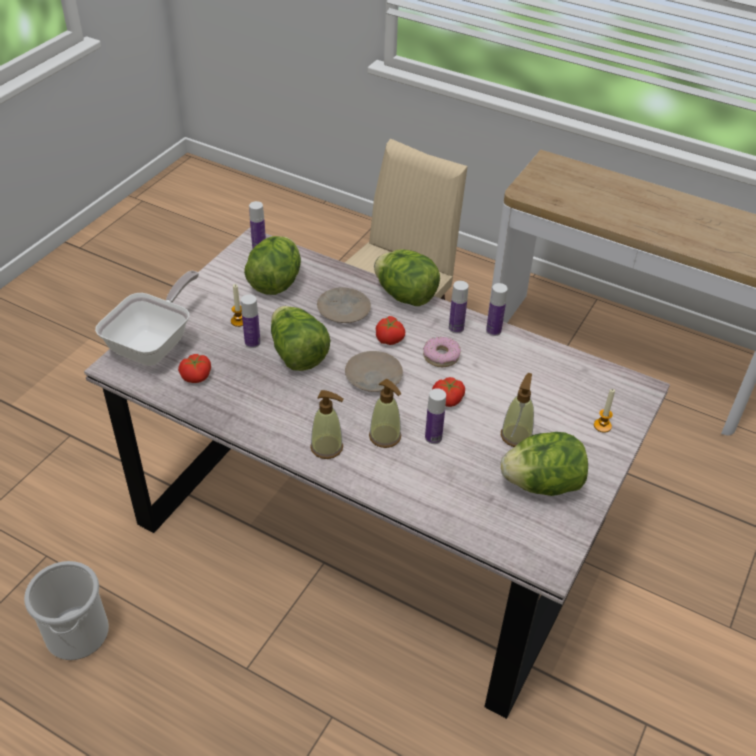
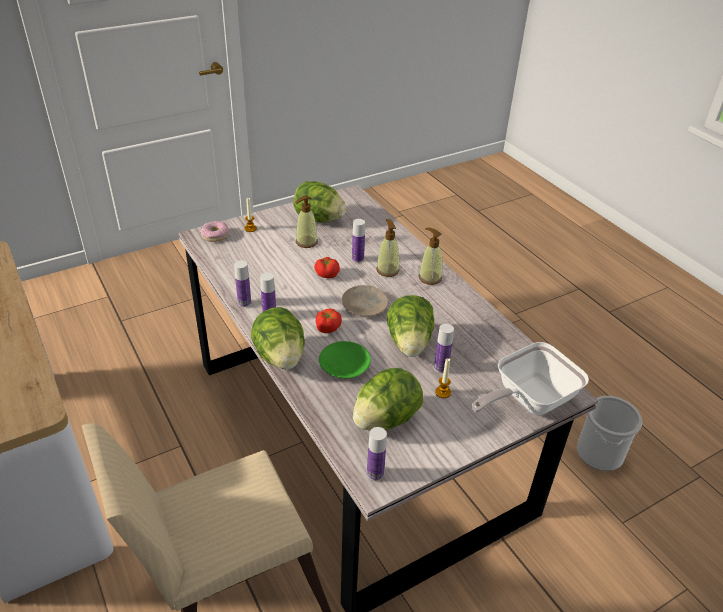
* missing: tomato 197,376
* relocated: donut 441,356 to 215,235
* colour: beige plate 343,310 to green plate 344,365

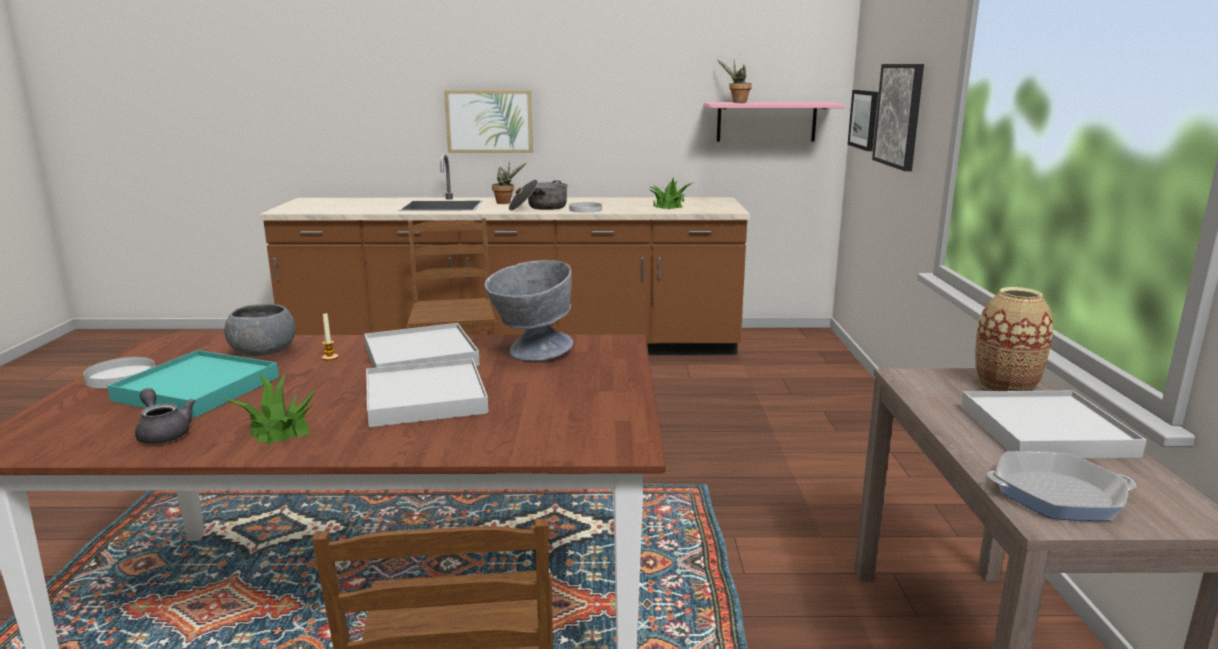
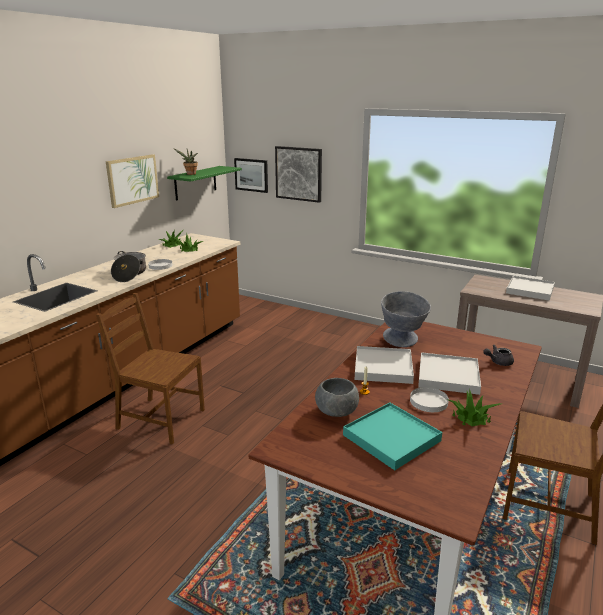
* missing: potted plant 506,203
* missing: vase 1005,386
* missing: frying pan 1057,495
* relocated: white plate 121,376 to 428,401
* relocated: grey teapot 163,433 to 498,362
* relocated: picture 489,121 to 132,180
* colour: pink shelf 766,121 to green shelf 195,183

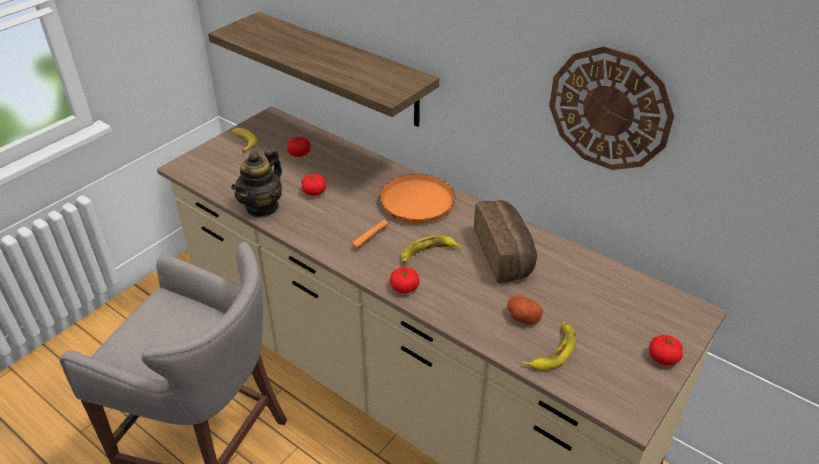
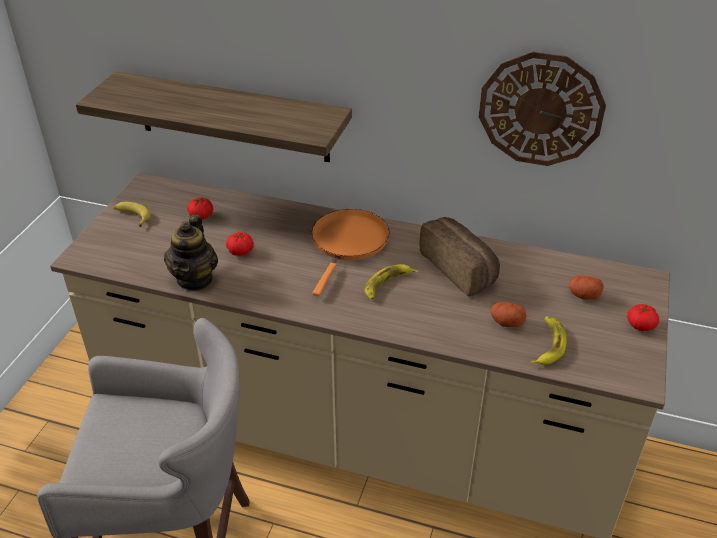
* missing: tomato 404,288
* appeared: potato 583,295

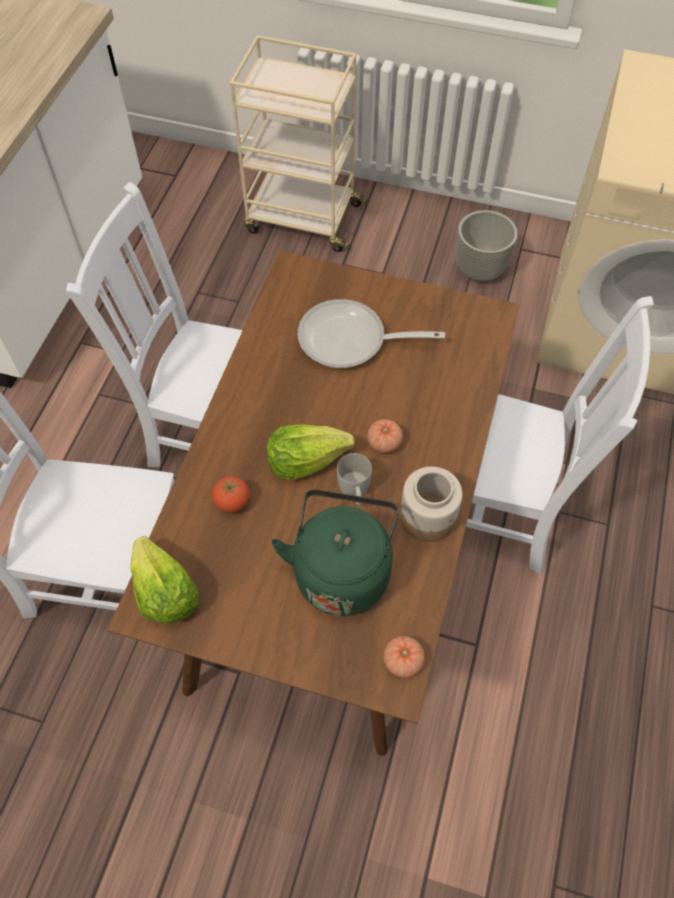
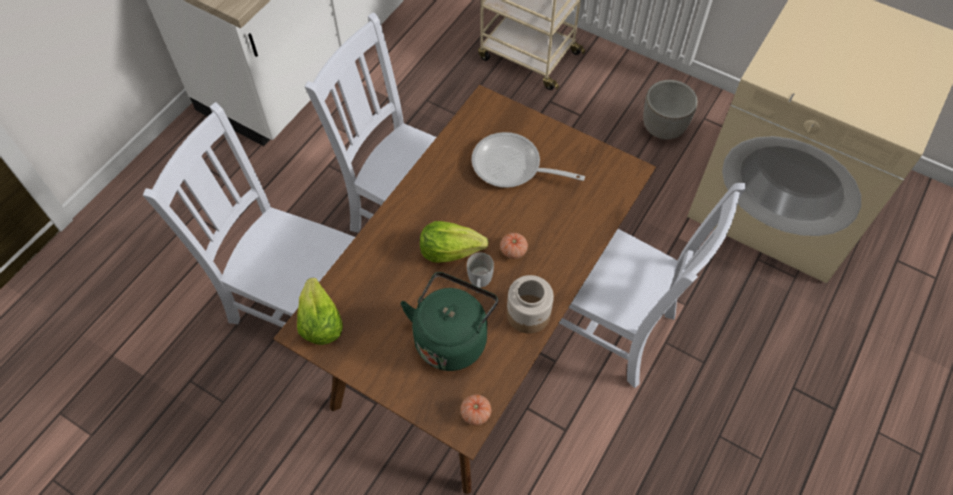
* missing: tomato 232,502

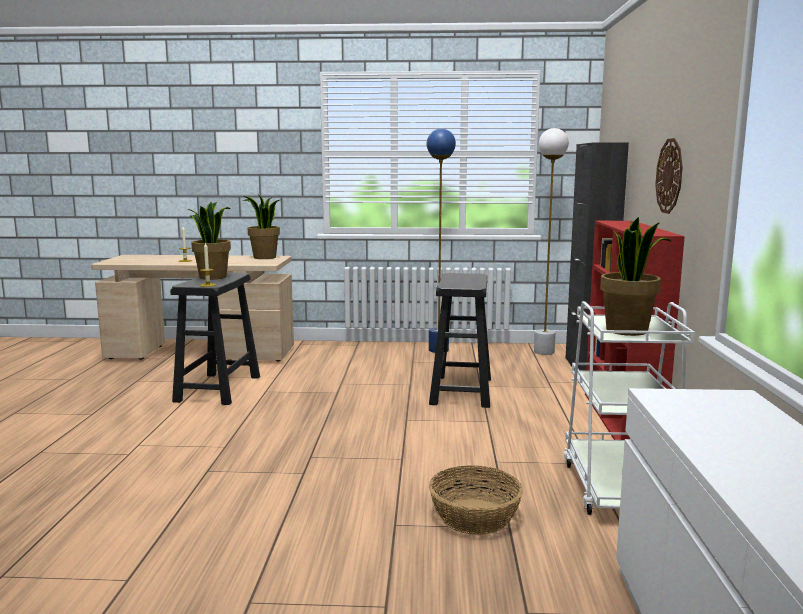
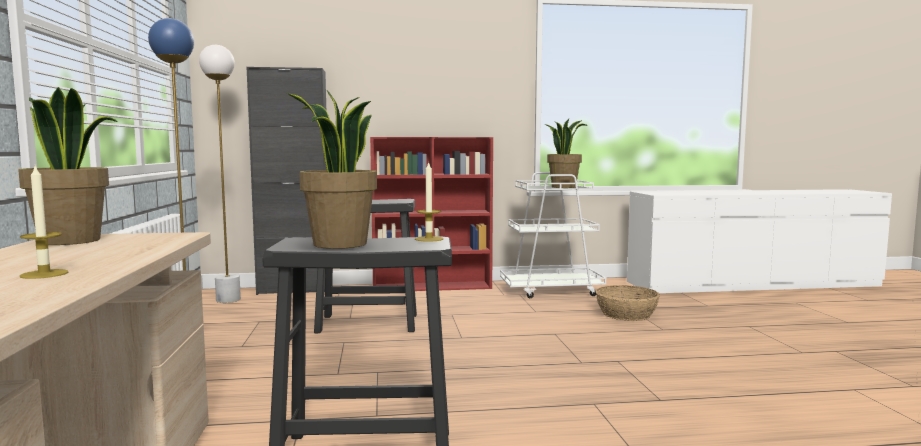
* missing: wall clock 670,176

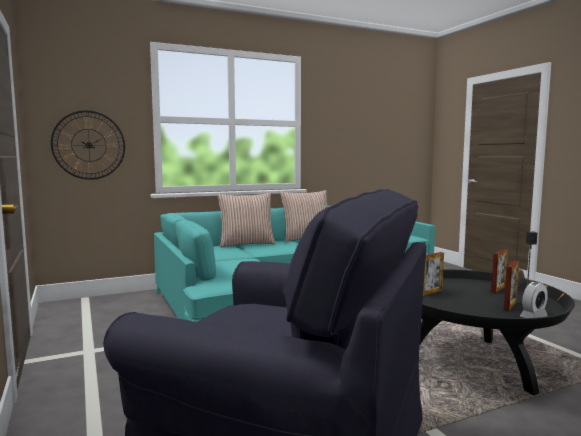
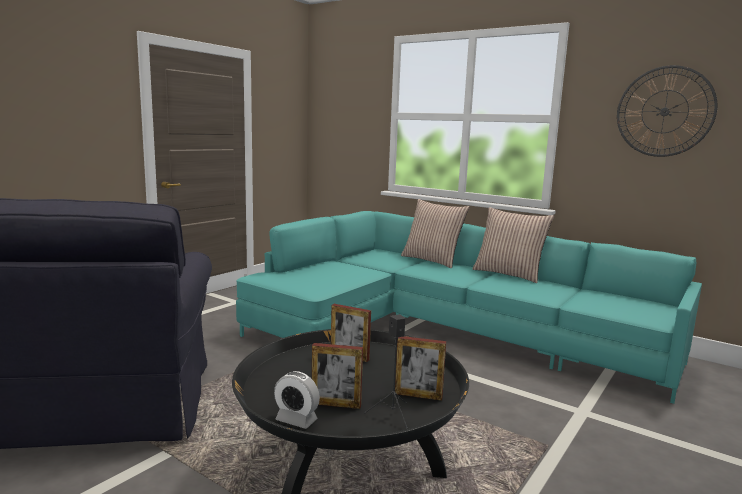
* relocated: wall clock 89,145 to 664,111

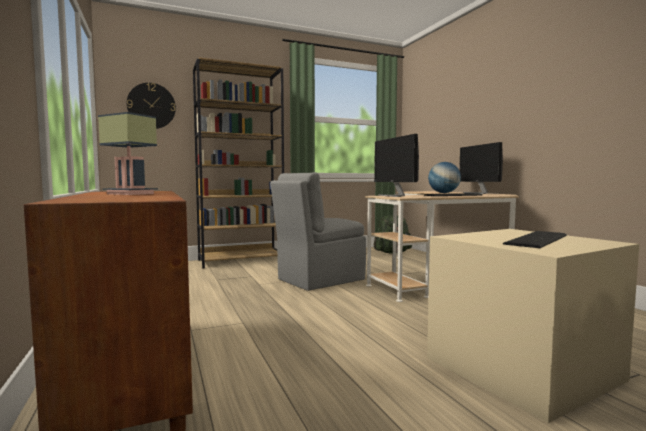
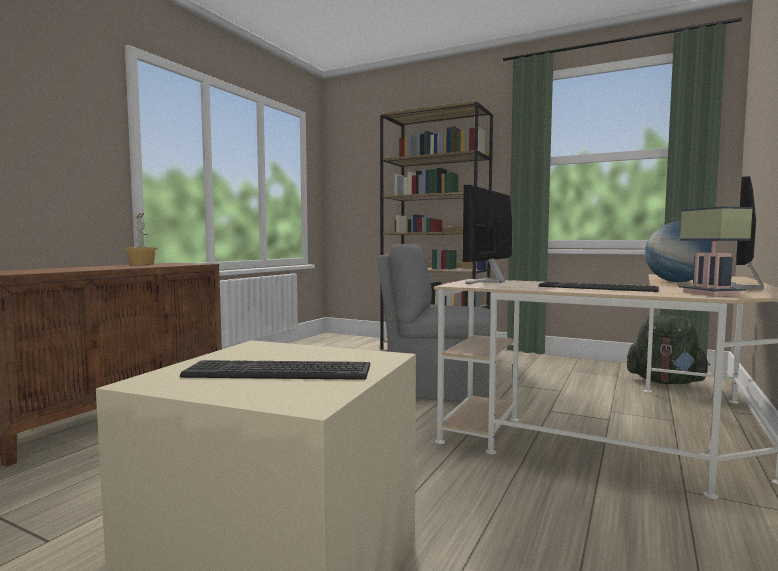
* missing: wall clock 151,106
* appeared: potted plant 142,264
* relocated: table lamp 127,194 to 707,293

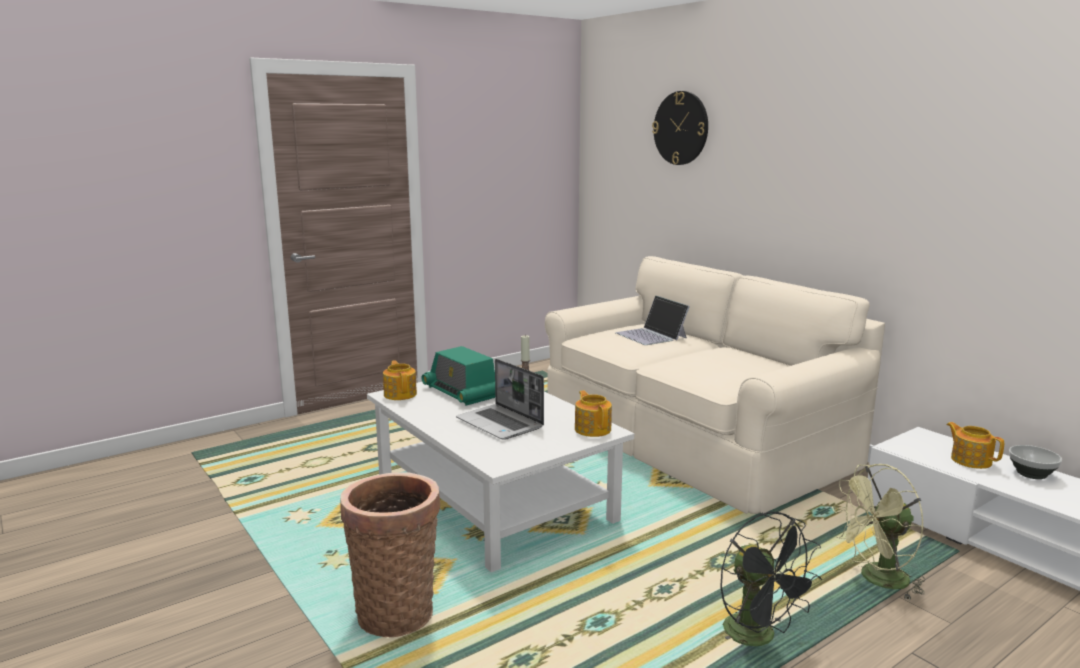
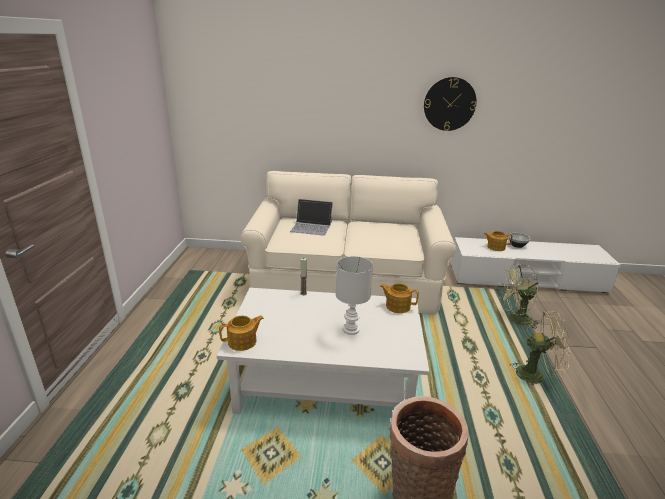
* missing: radio 461,392
* relocated: wall clock 681,128 to 449,104
* exchanged: laptop 501,424 to white table lamp 351,329
* colour: black fan 759,637 to beige fan 536,375
* spun: teapot 400,394 = 243,342 135 degrees clockwise
* spun: green fan 877,580 = 515,320 60 degrees clockwise

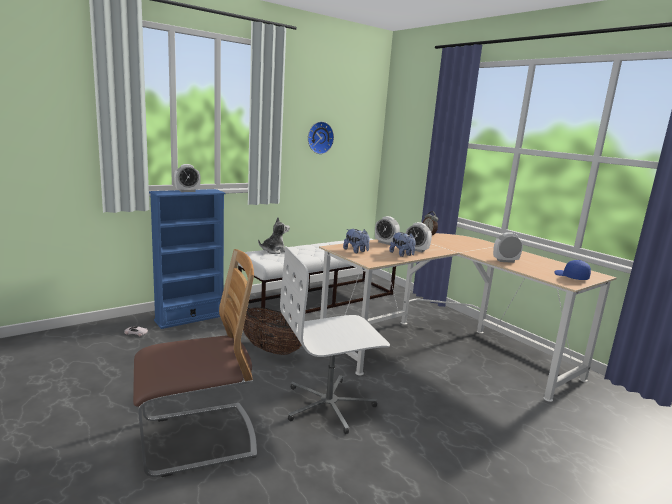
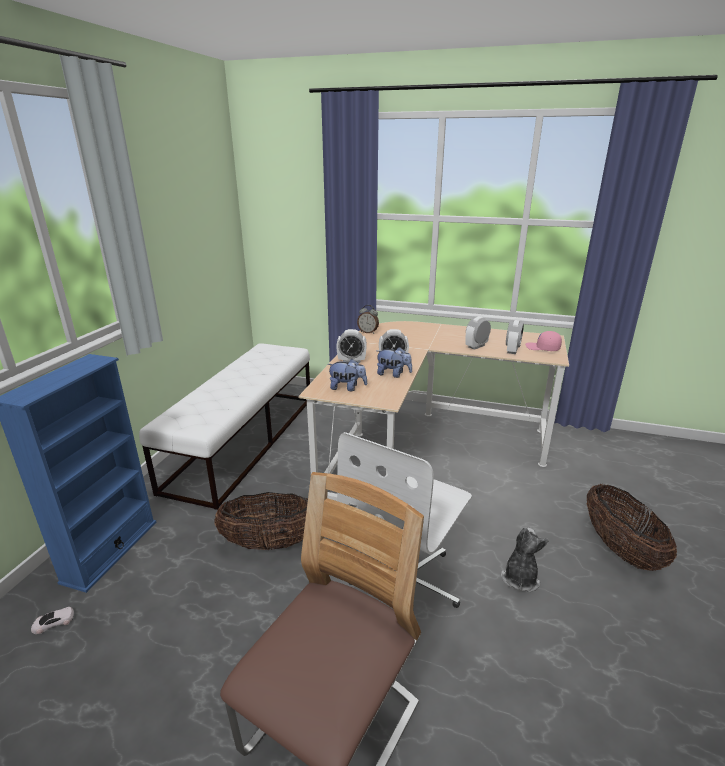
* missing: wall clock 319,137
* appeared: basket 620,549
* relocated: alarm clock 187,191 to 512,350
* relocated: plush toy 274,251 to 519,578
* colour: blue cap 570,277 to pink cap 542,348

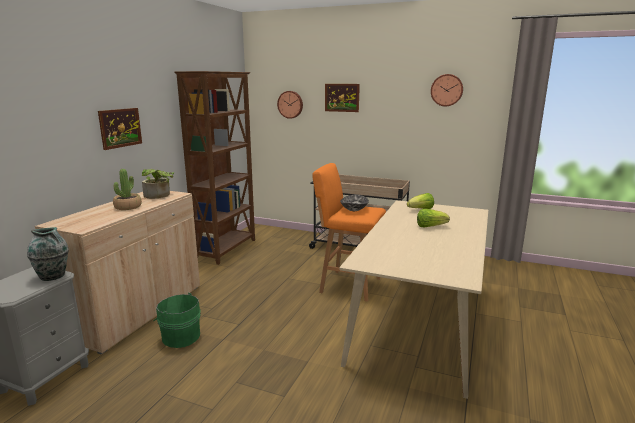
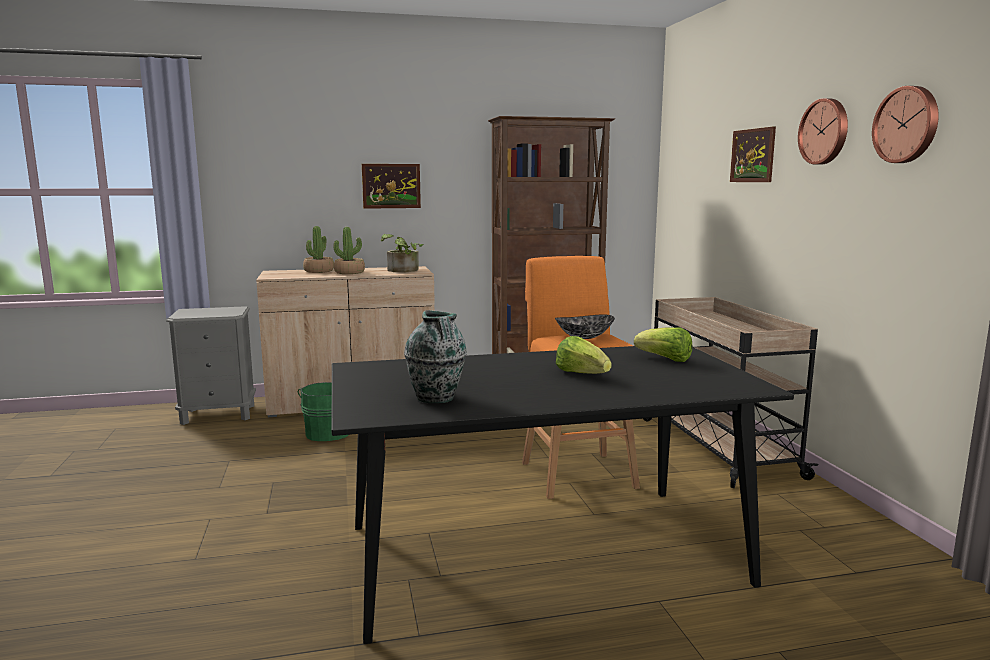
* appeared: potted plant 319,271
* relocated: vase 53,276 to 436,398
* relocated: wall clock 290,104 to 825,131
* colour: beige dining table 419,322 to black dining table 543,553

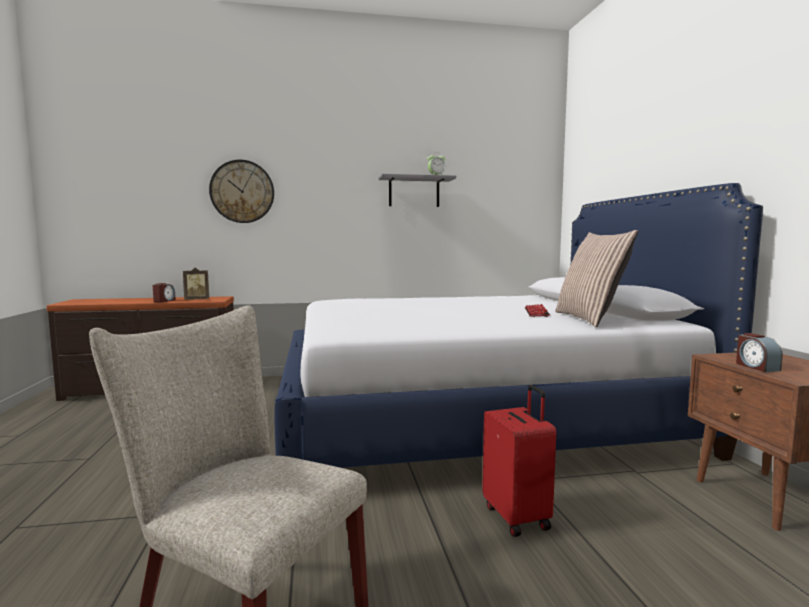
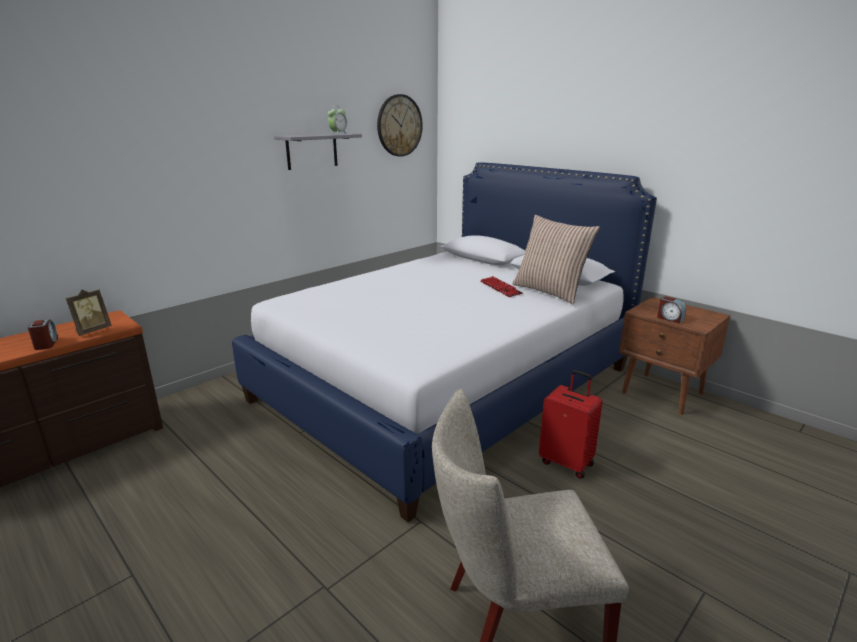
* relocated: wall clock 242,191 to 399,125

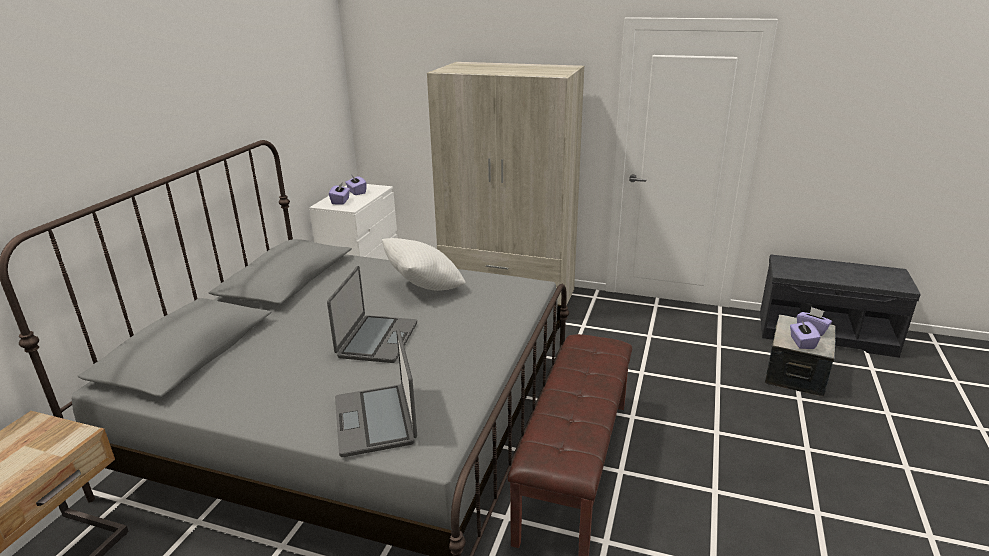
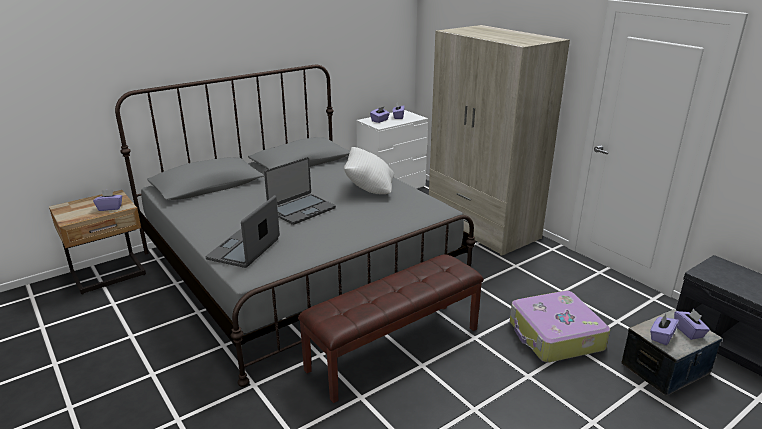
* appeared: purple tissue box 110,208
* appeared: suitcase 555,336

